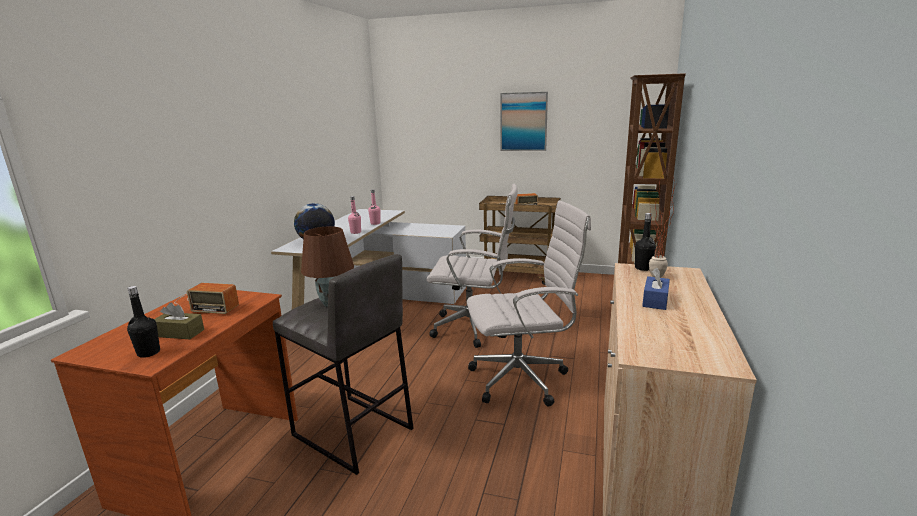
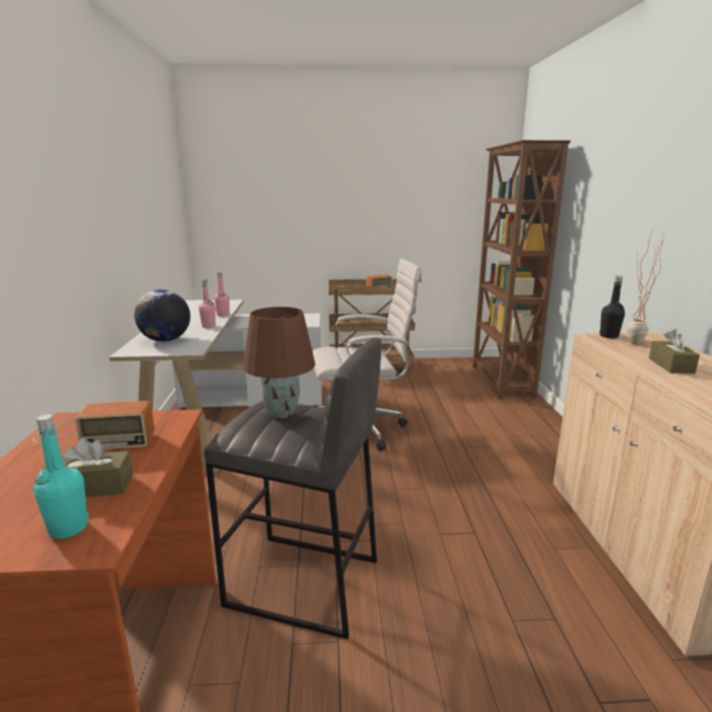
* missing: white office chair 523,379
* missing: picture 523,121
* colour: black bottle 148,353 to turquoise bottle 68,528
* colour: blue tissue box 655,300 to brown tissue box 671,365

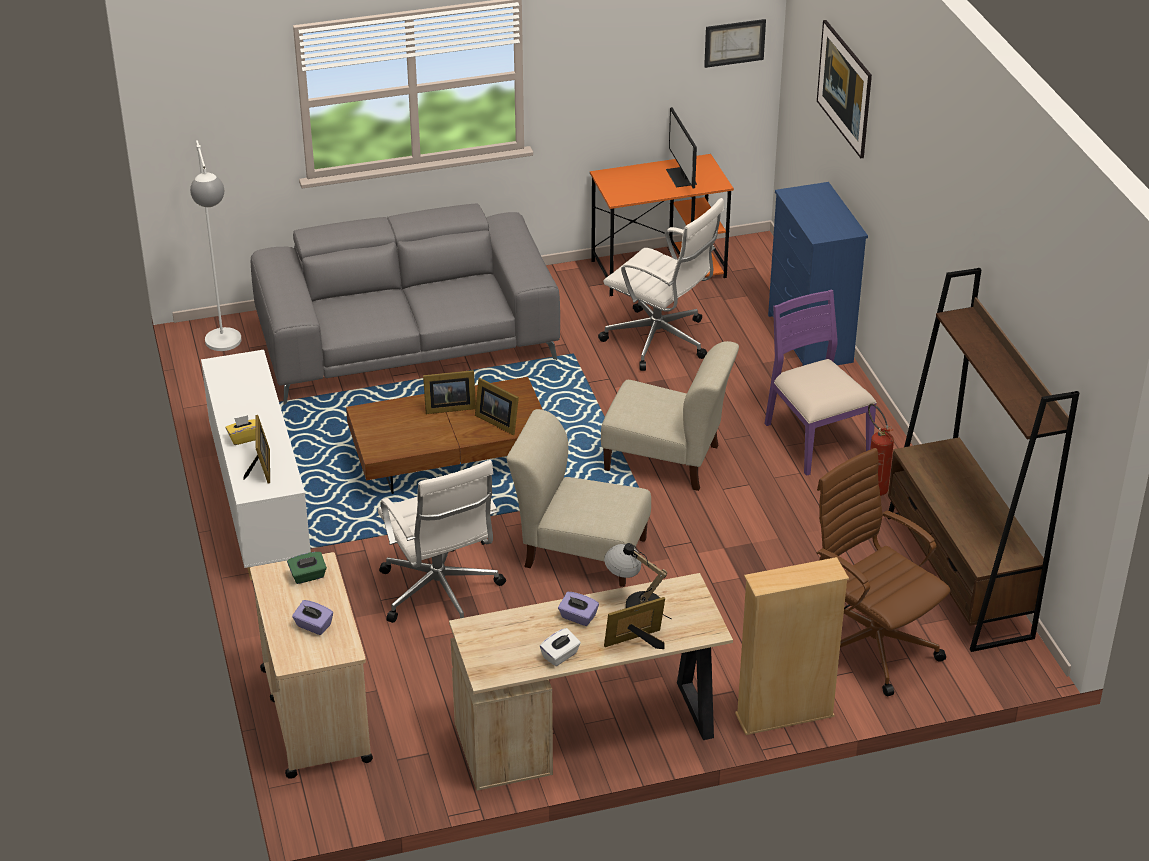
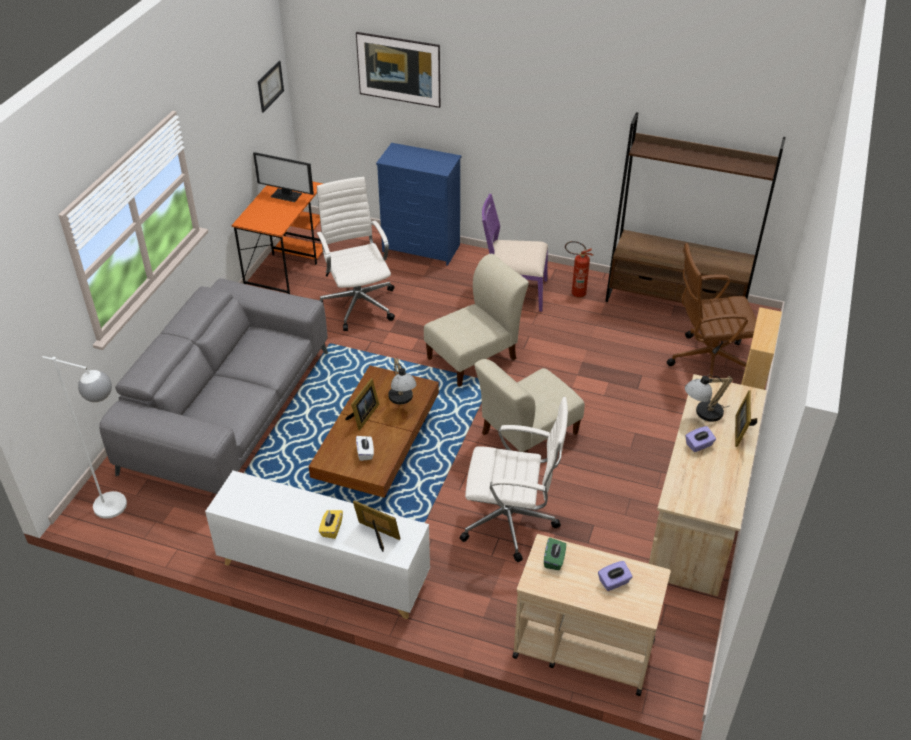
* relocated: white tissue box 560,656 to 365,453
* exchanged: picture frame 497,421 to table lamp 402,400
* spun: white office chair 660,341 = 358,303 90 degrees counterclockwise

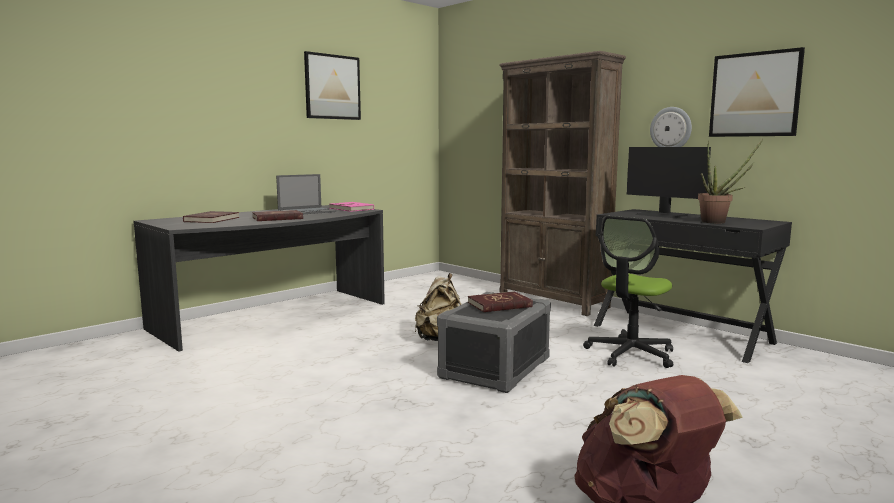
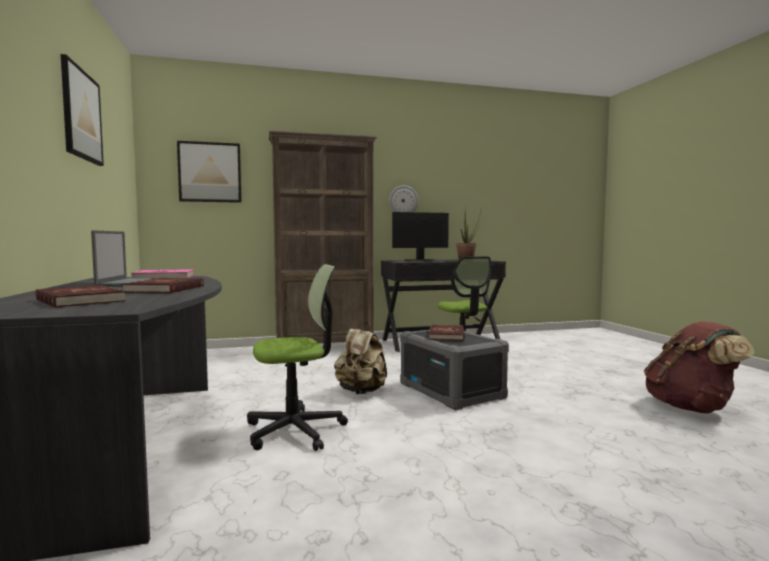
* appeared: office chair 295,430
* relocated: picture 754,94 to 210,172

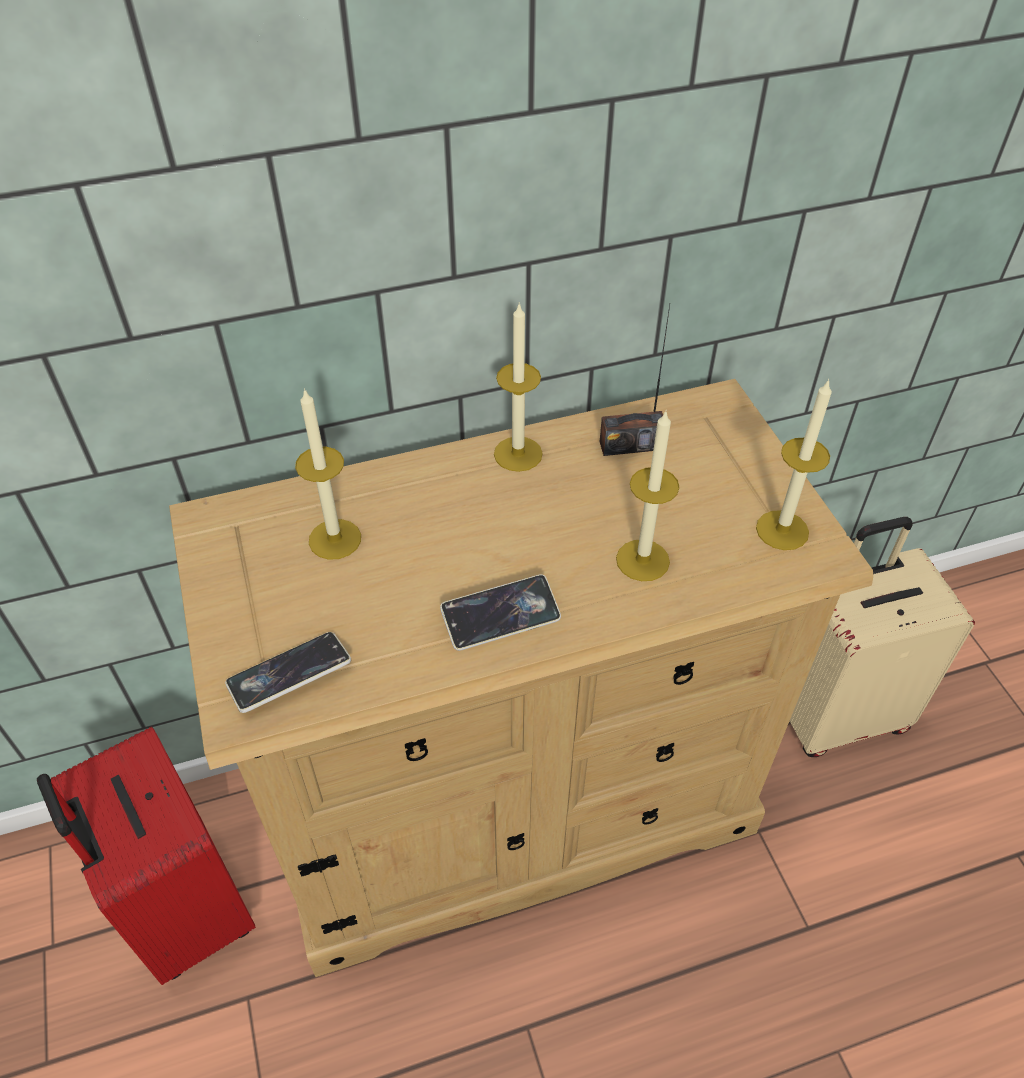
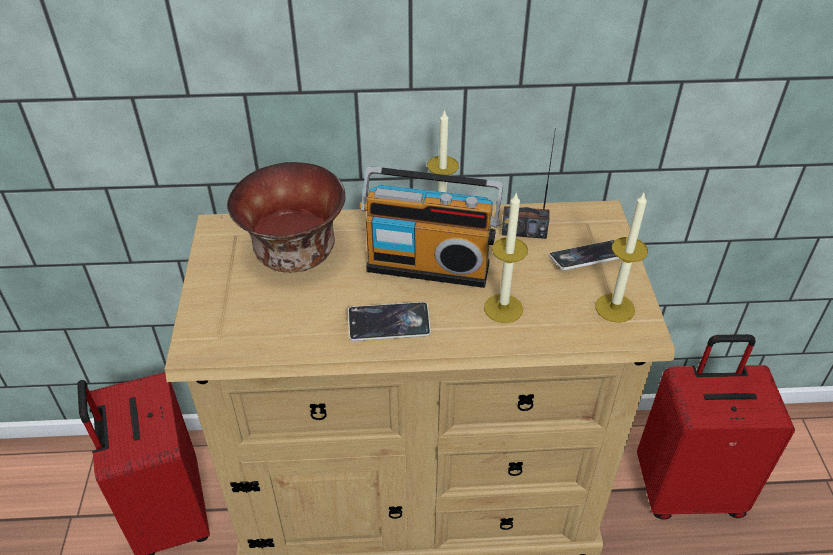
* appeared: radio 429,264
* relocated: phone 289,675 to 588,259
* exchanged: candle 335,539 to bowl 296,255
* colour: beige suitcase 834,711 to red suitcase 687,489

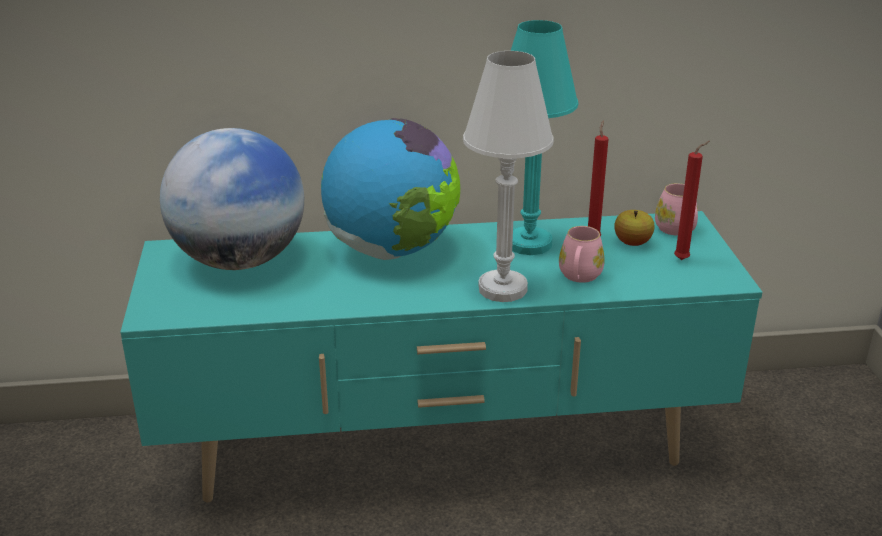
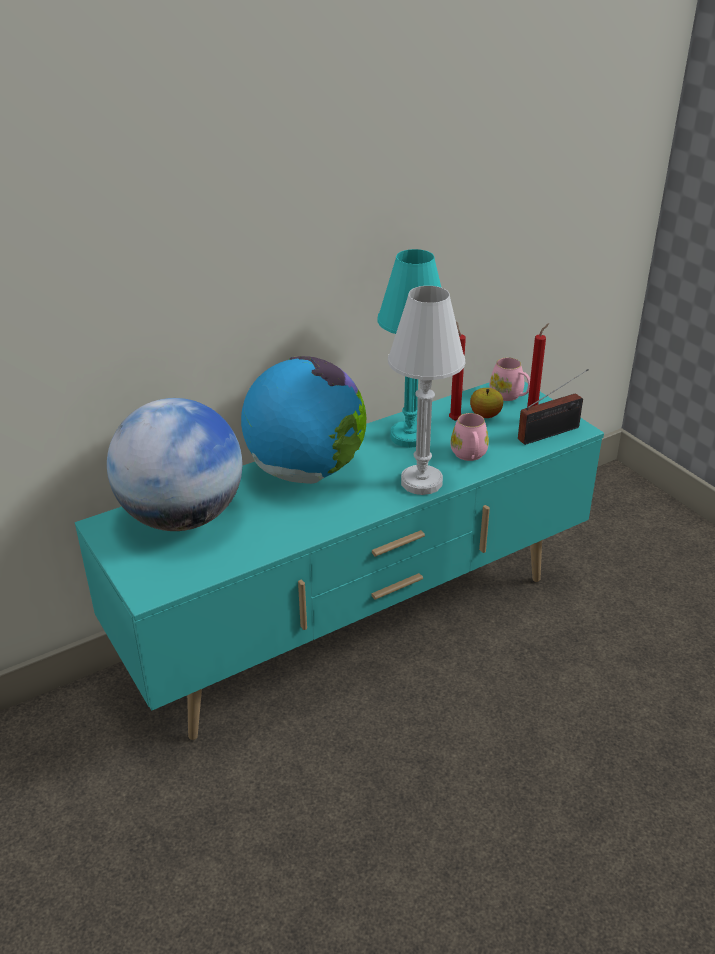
* appeared: radio 552,433

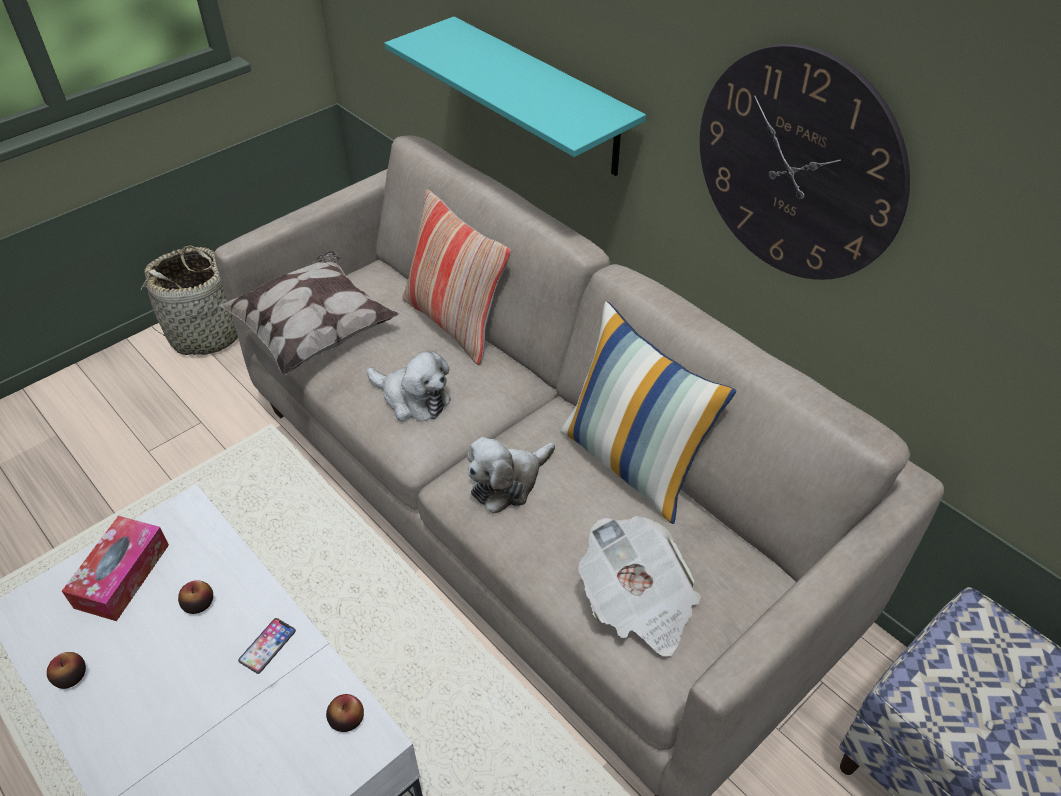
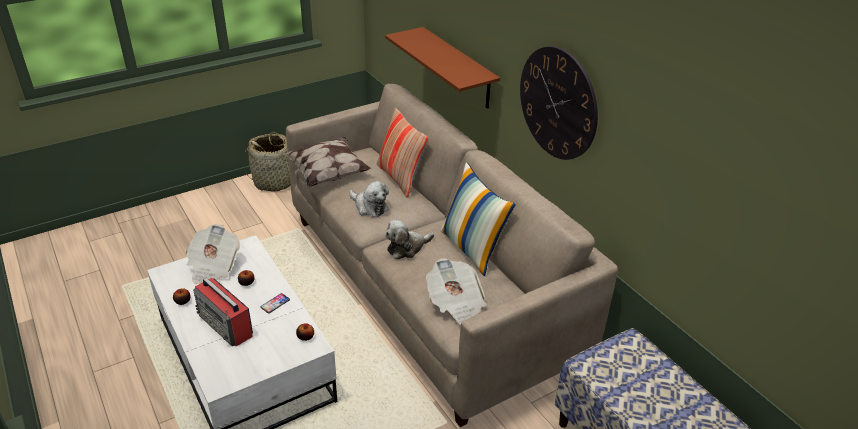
* appeared: radio 226,326
* exchanged: tissue box 122,575 to newspaper 213,266
* colour: turquoise shelf 542,97 to brown shelf 458,68

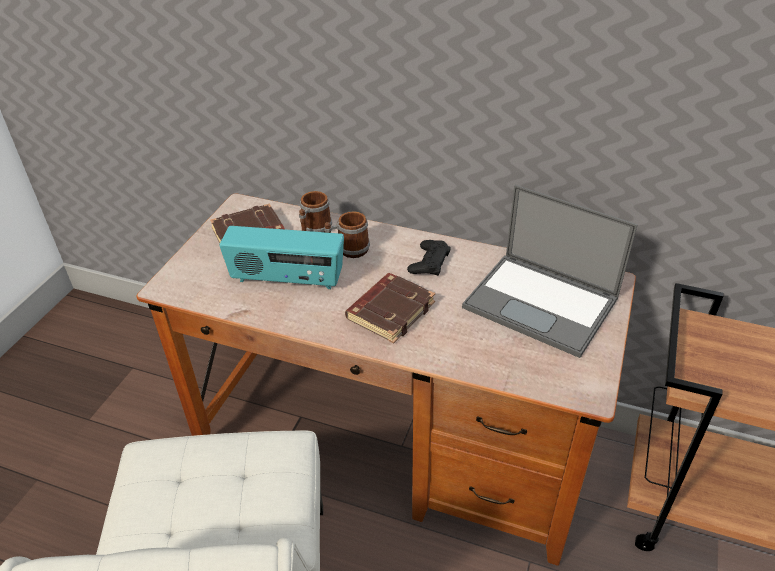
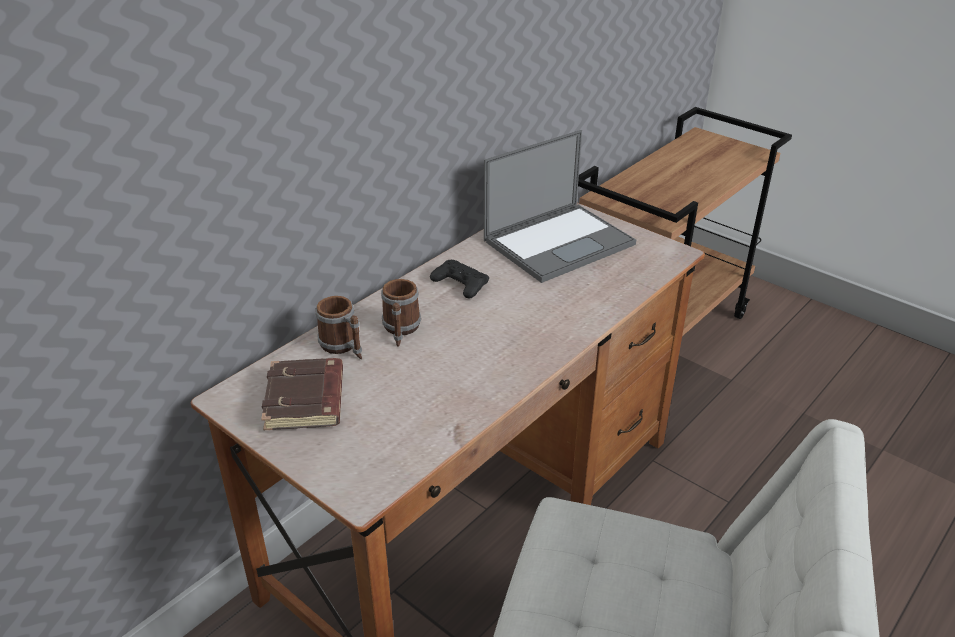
* missing: radio 287,279
* missing: brown book 390,311

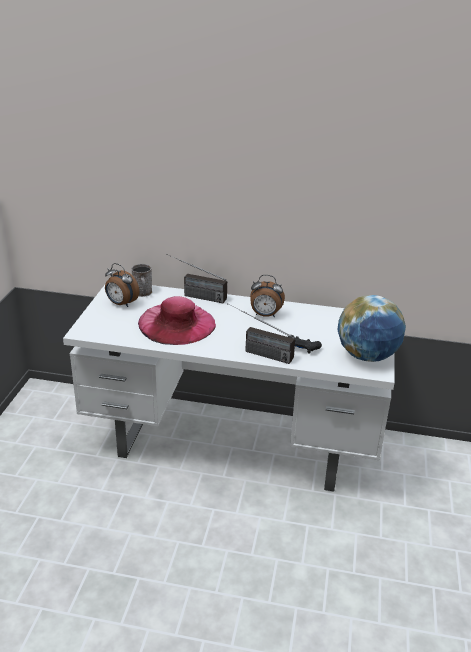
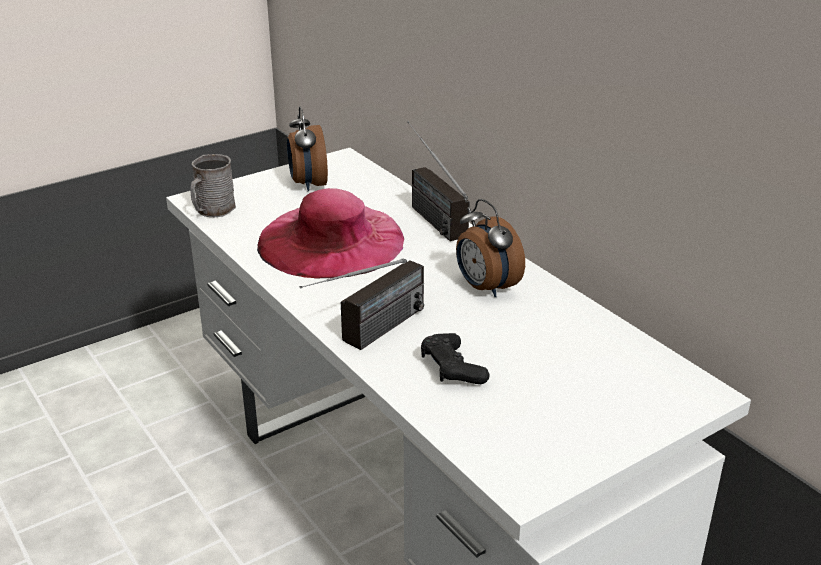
* missing: globe 367,356
* relocated: grey mug 143,293 to 212,211
* spun: radio 256,352 = 368,337 120 degrees counterclockwise

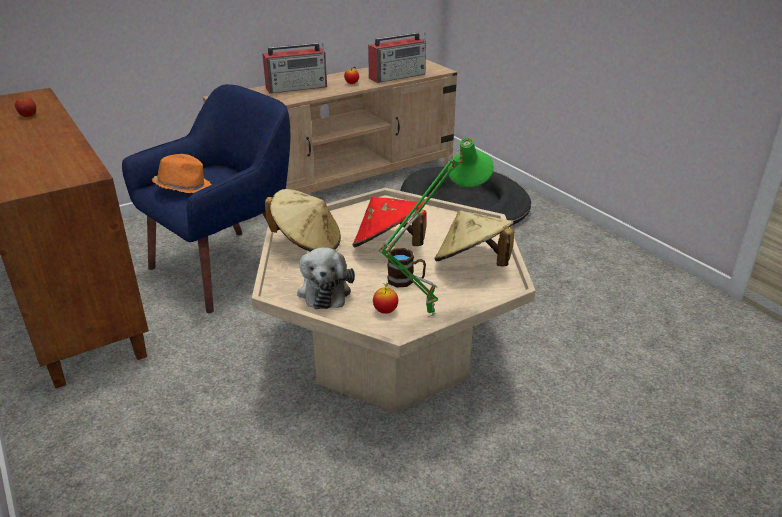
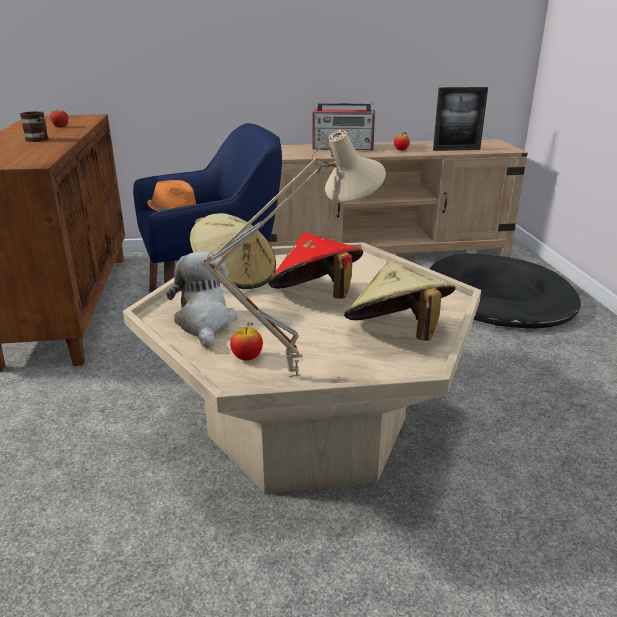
* relocated: brown mug 406,281 to 39,140
* exchanged: radio 398,76 to picture frame 456,149
* colour: green table lamp 429,314 to beige table lamp 293,374
* spun: plush toy 324,291 = 205,323 150 degrees clockwise

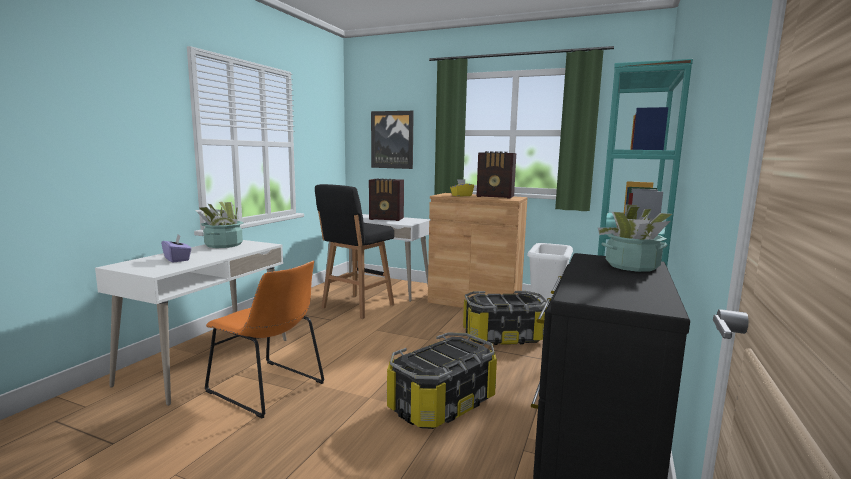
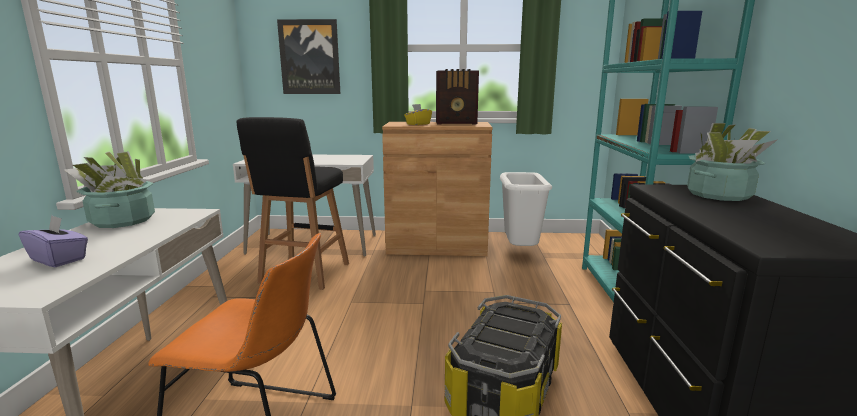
* missing: radio 387,219
* missing: storage box 503,336

